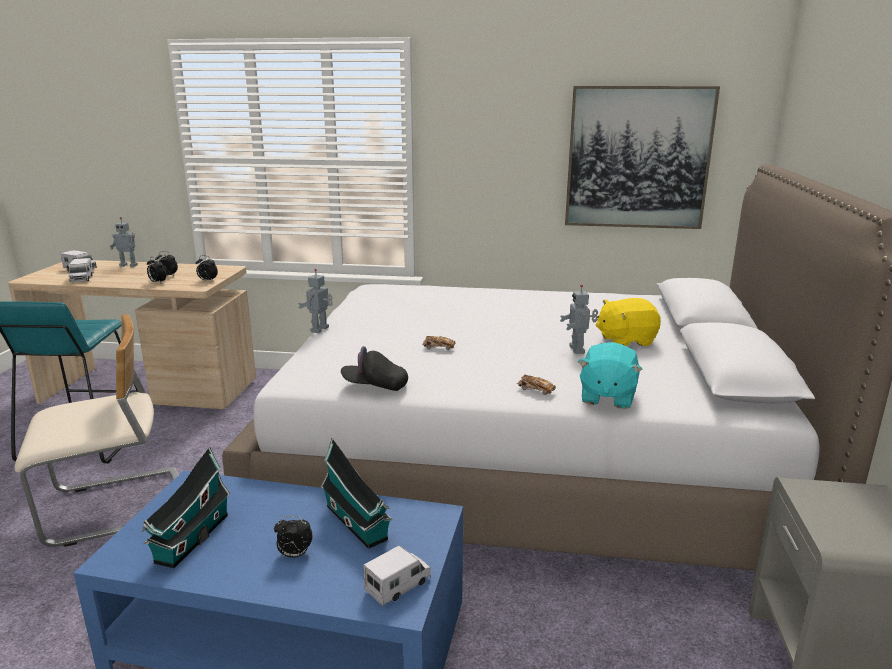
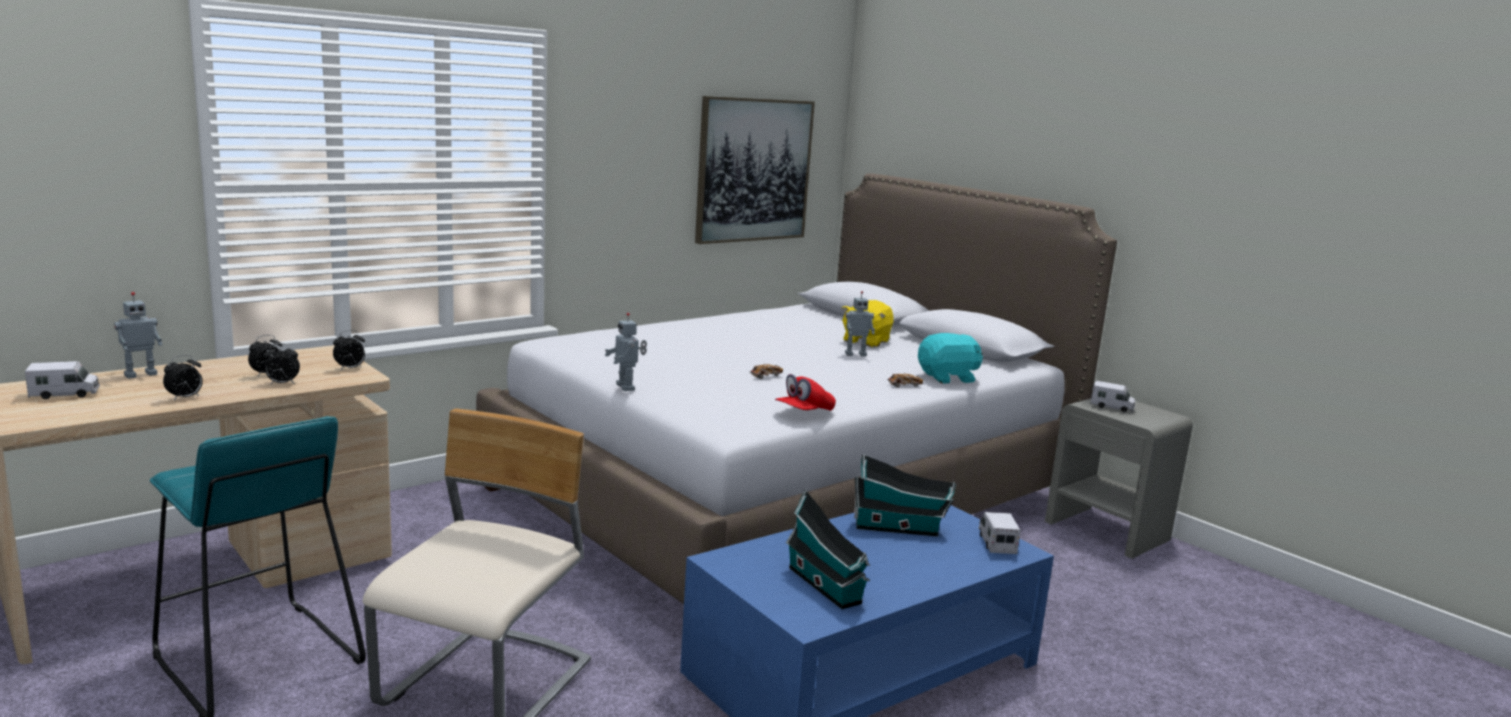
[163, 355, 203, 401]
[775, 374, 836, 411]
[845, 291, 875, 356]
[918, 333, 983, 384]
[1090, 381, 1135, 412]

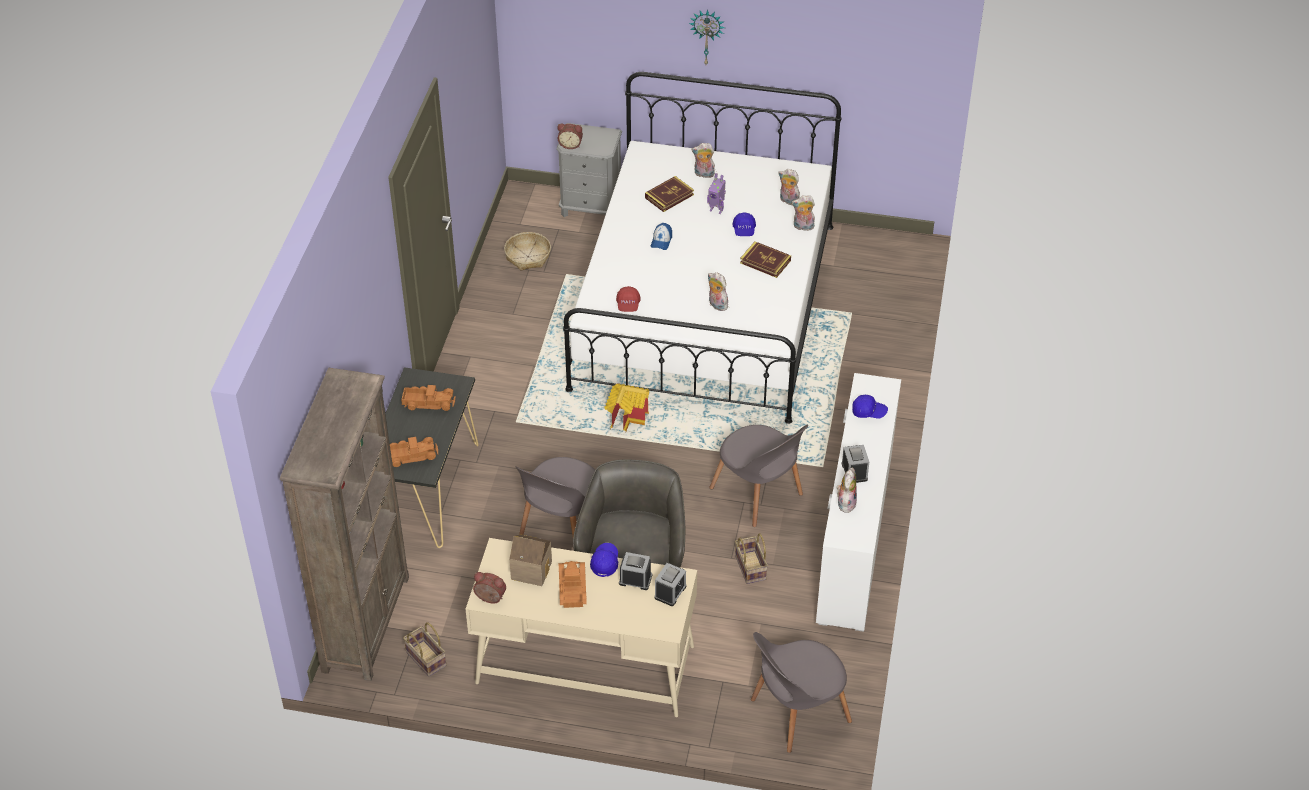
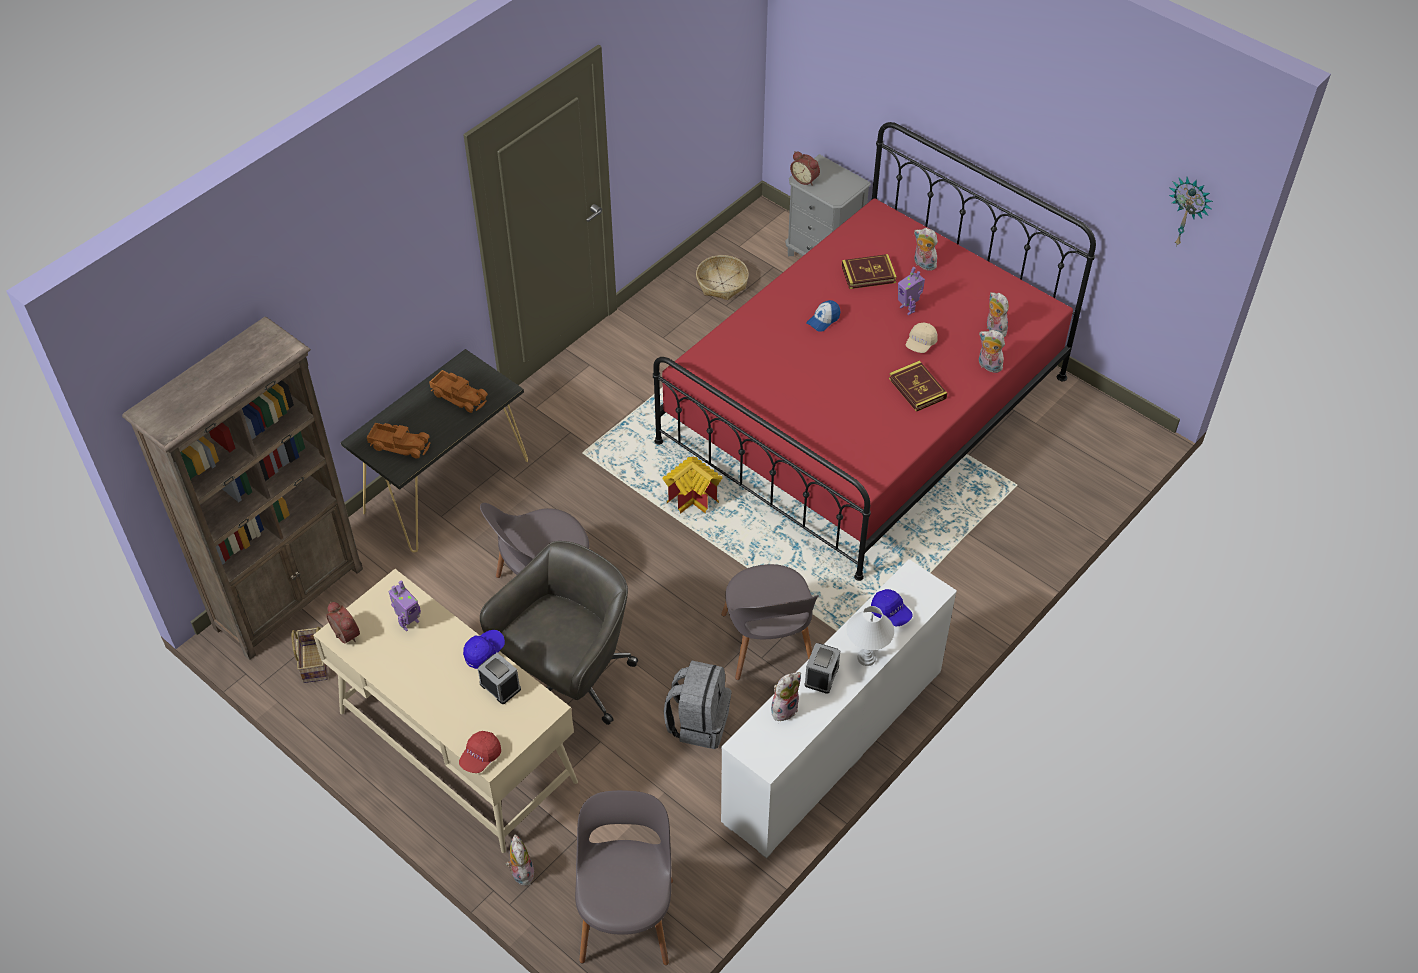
[388, 581, 421, 631]
[459, 731, 501, 773]
[506, 835, 535, 886]
[575, 790, 673, 965]
[653, 122, 1096, 581]
[664, 661, 731, 749]
[846, 606, 894, 666]
[906, 322, 938, 353]
[1169, 177, 1213, 247]
[559, 561, 587, 608] (first image)
[655, 563, 686, 606] (first image)

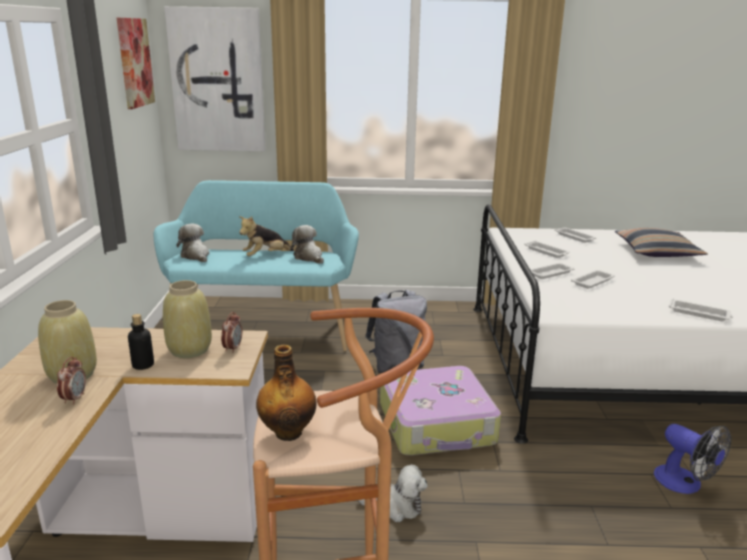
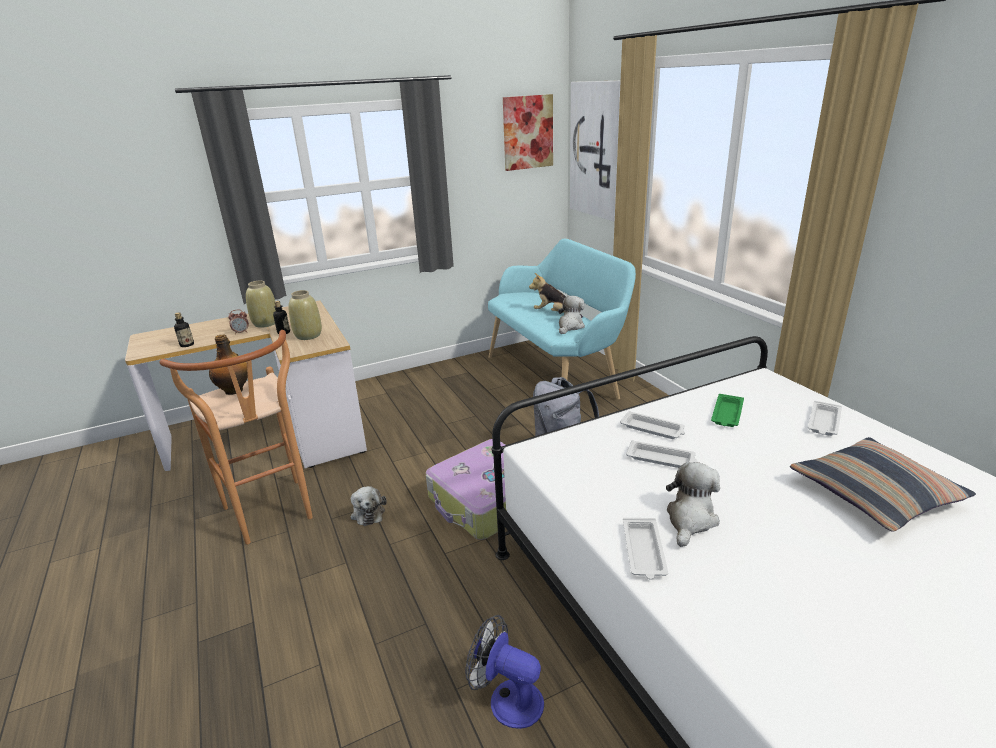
[174, 312, 194, 347]
[465, 615, 544, 729]
[666, 462, 720, 547]
[711, 394, 744, 427]
[221, 312, 242, 353] (first image)

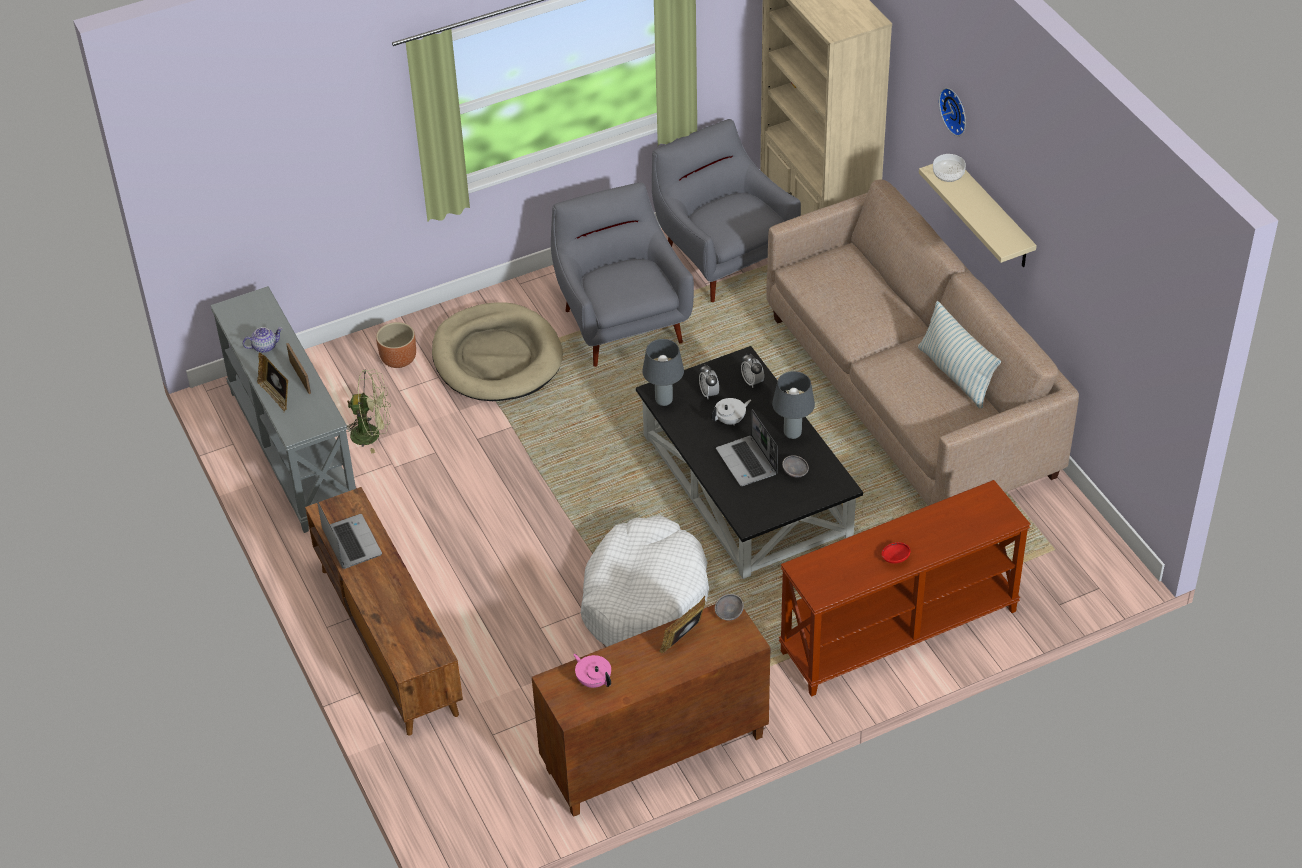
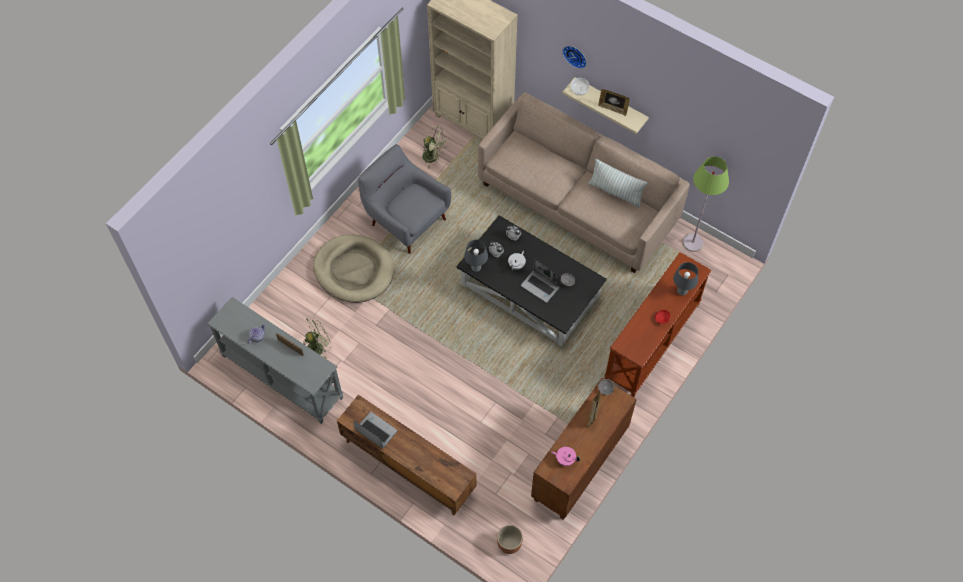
[421, 126, 448, 169]
[497, 525, 523, 554]
[598, 89, 630, 116]
[673, 262, 698, 295]
[683, 156, 729, 252]
[581, 515, 709, 647] (first image)

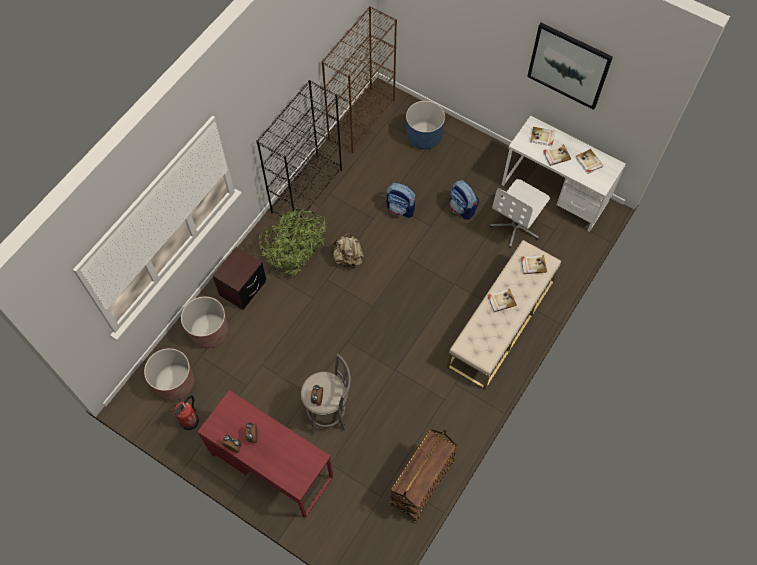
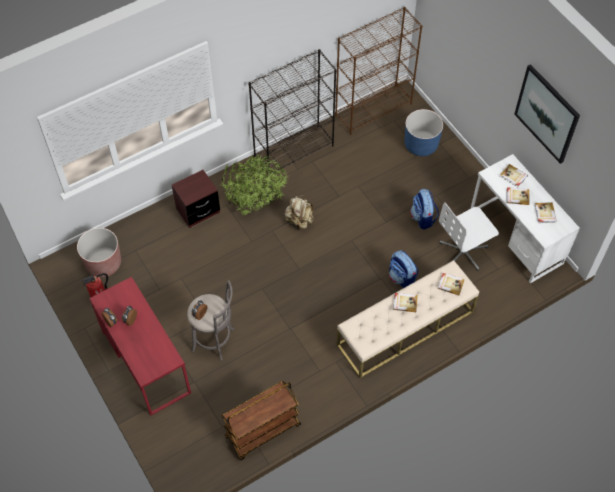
[389, 250, 419, 288]
[181, 296, 228, 348] (first image)

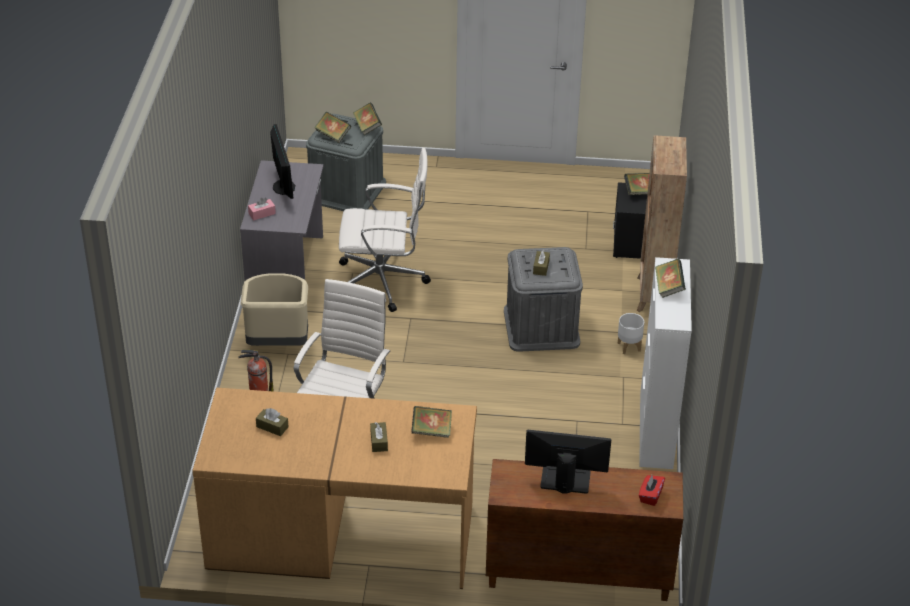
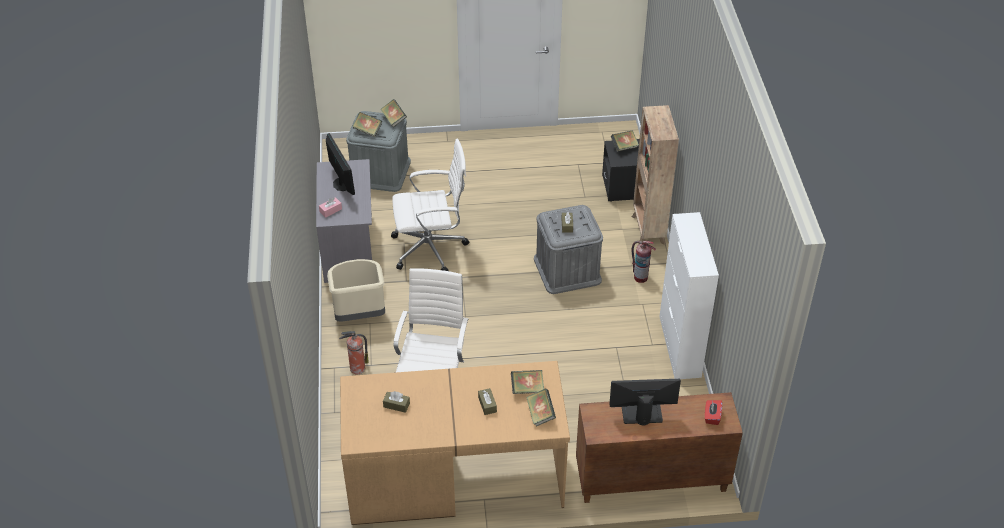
[526, 389, 556, 427]
[631, 240, 656, 283]

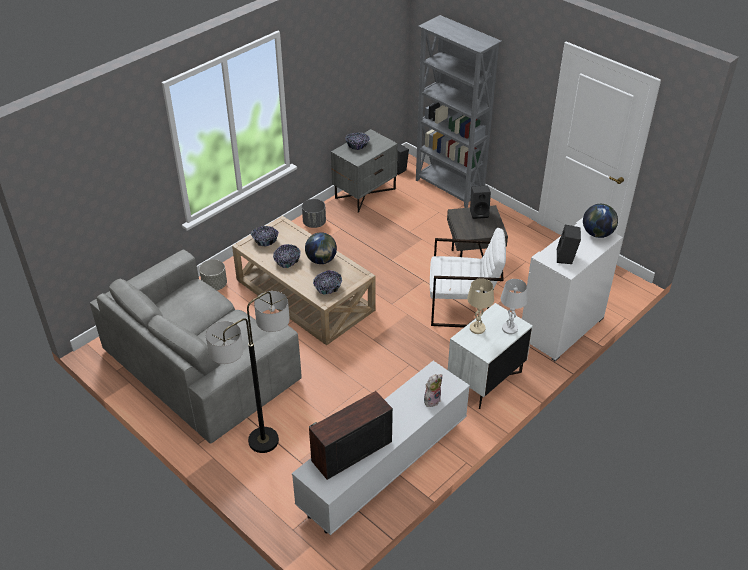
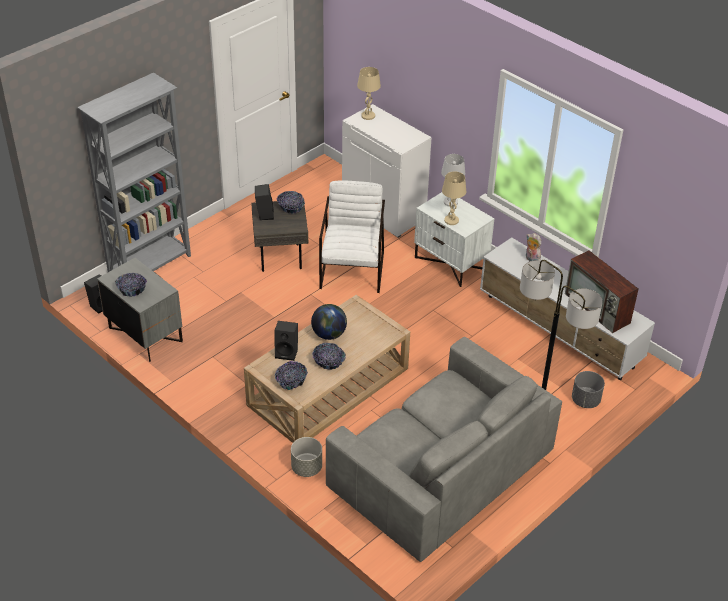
[274, 321, 298, 361]
[277, 191, 305, 214]
[357, 67, 381, 120]
[572, 371, 605, 408]

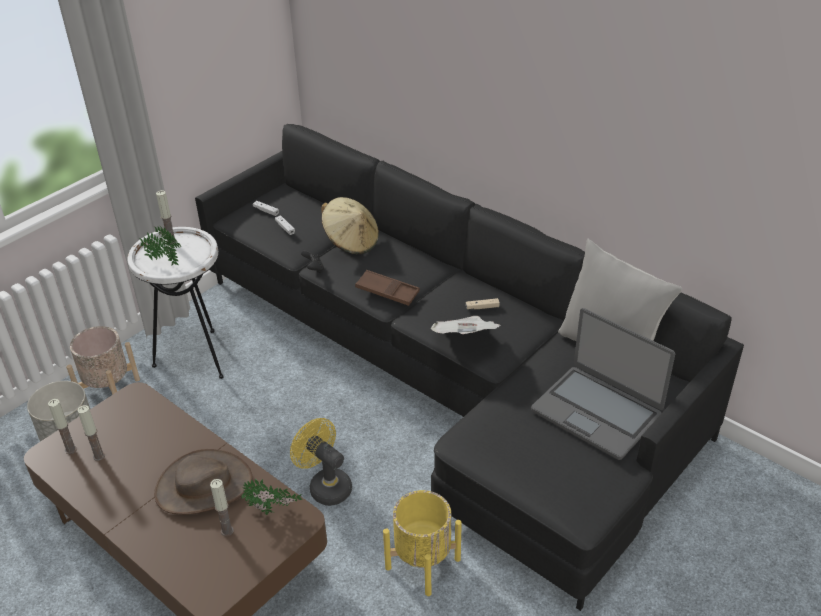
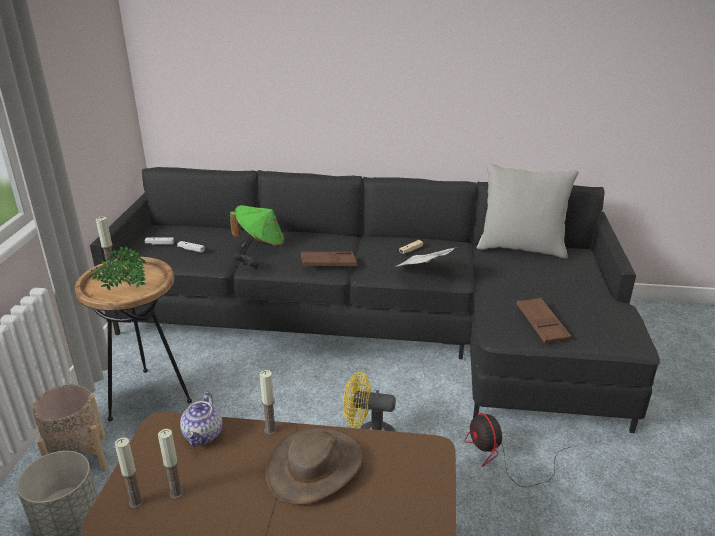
[75, 257, 192, 421]
[180, 392, 222, 447]
[230, 205, 284, 247]
[260, 370, 277, 435]
[464, 413, 570, 487]
[517, 298, 571, 343]
[241, 478, 302, 515] (first image)
[531, 308, 675, 460] (first image)

